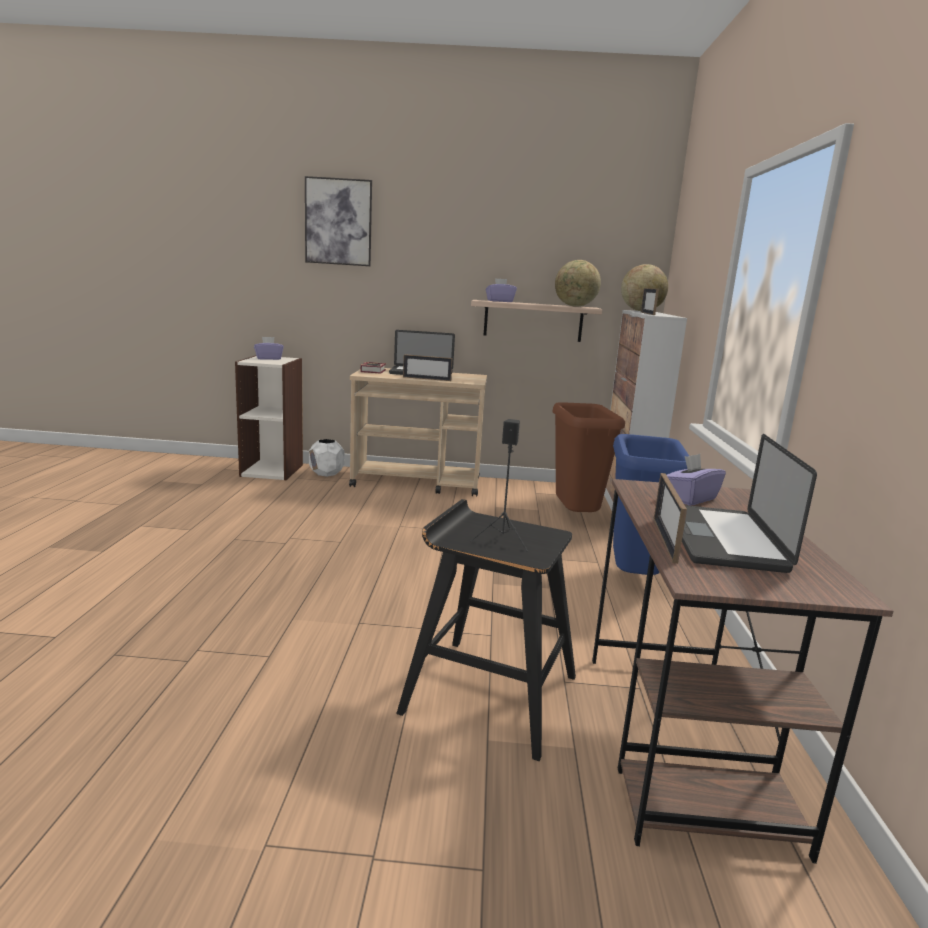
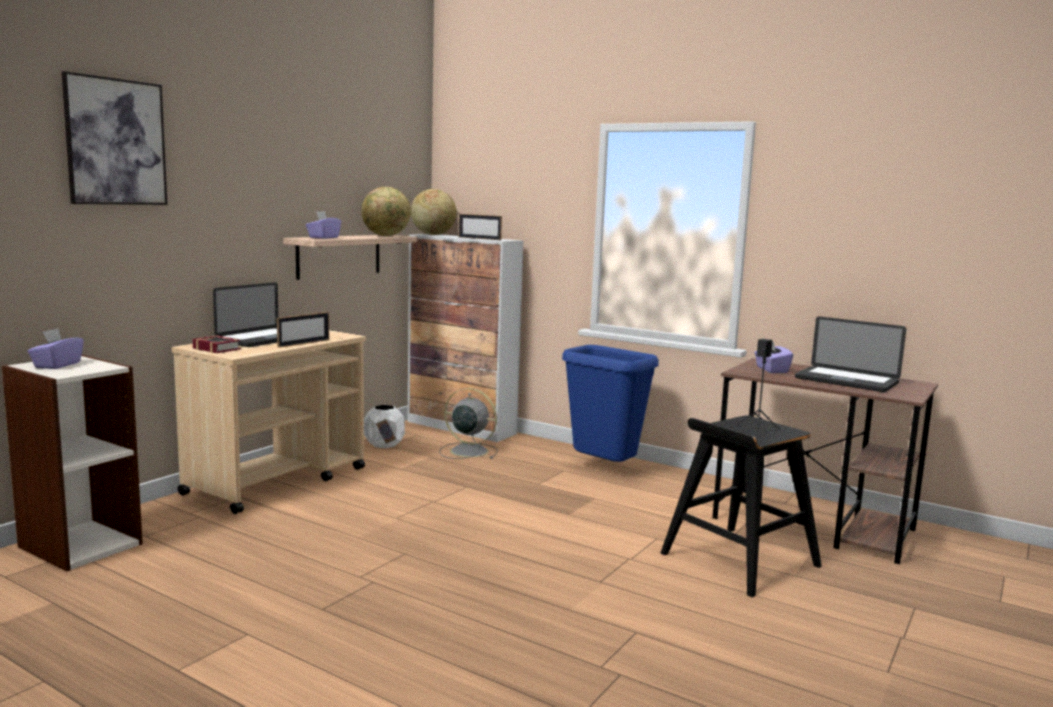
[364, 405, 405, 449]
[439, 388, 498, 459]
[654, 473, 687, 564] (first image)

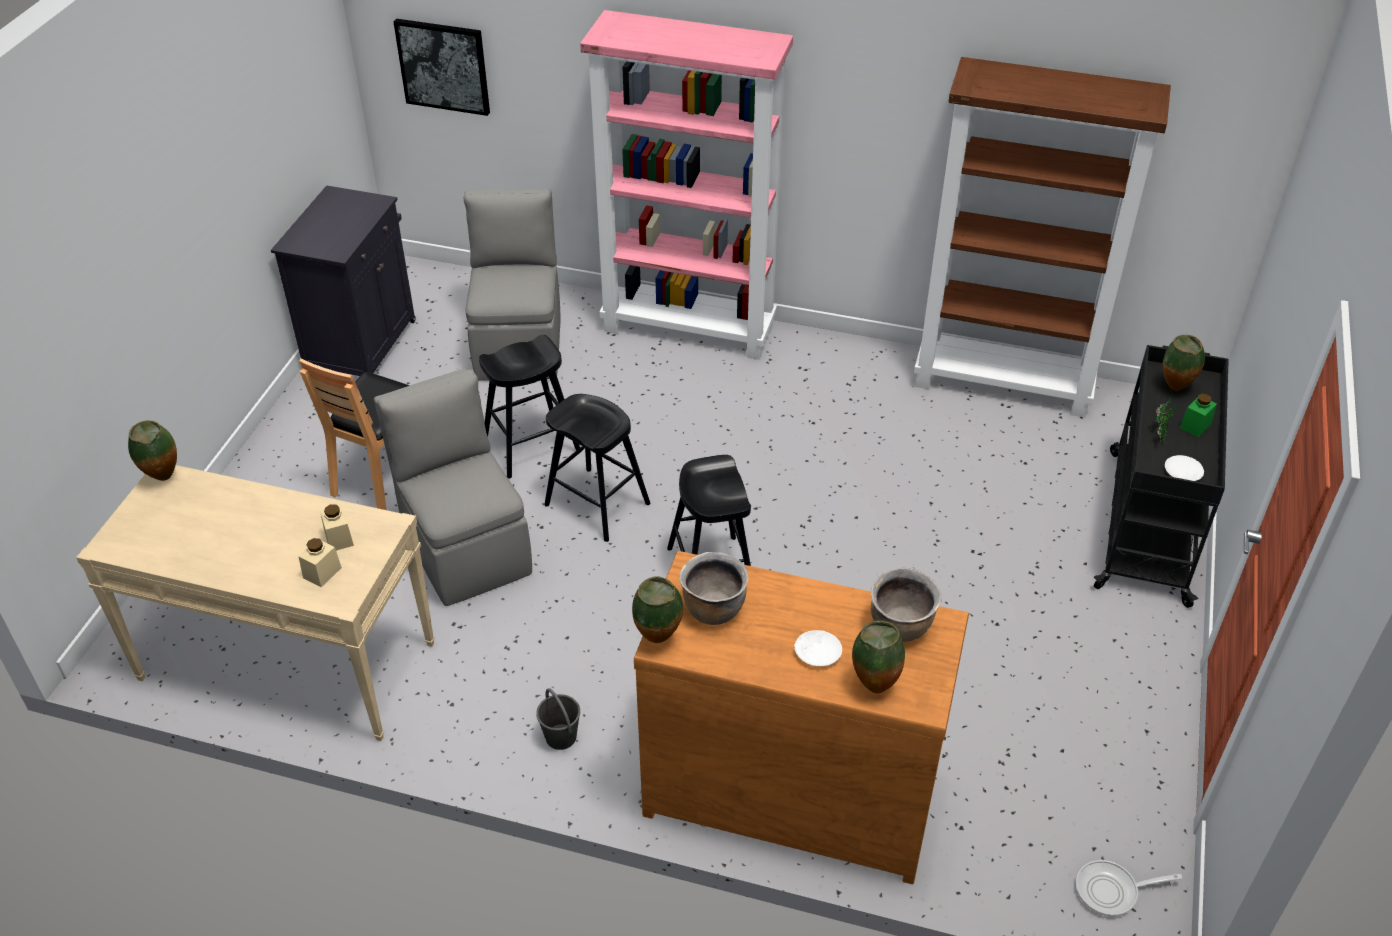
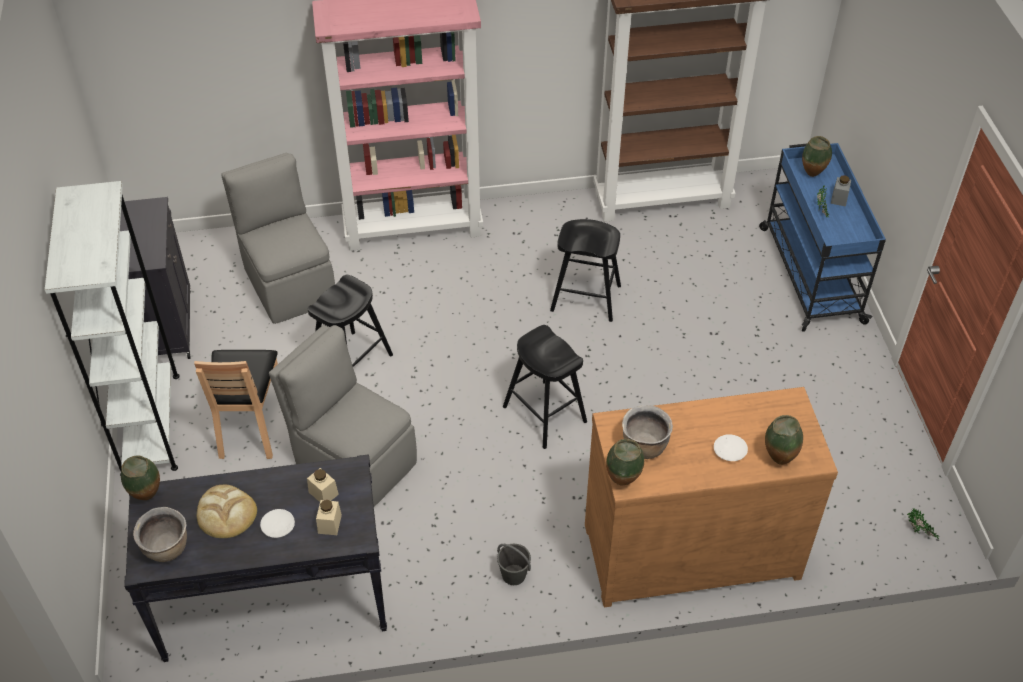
[45, 181, 180, 476]
[124, 454, 387, 662]
[133, 507, 187, 562]
[197, 485, 257, 538]
[260, 509, 295, 538]
[550, 219, 621, 322]
[759, 143, 886, 332]
[831, 176, 851, 207]
[907, 508, 939, 539]
[394, 19, 490, 116] (first image)

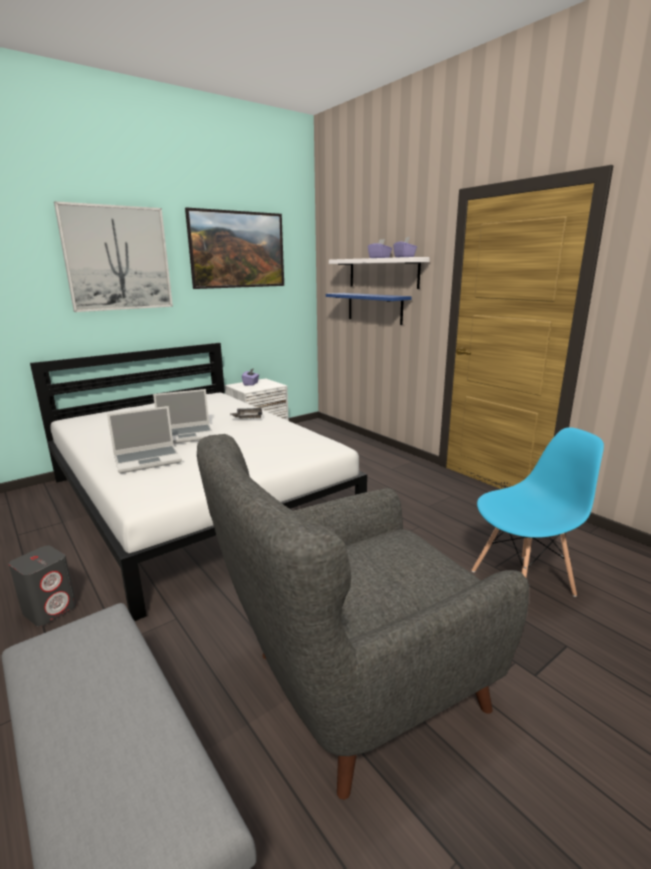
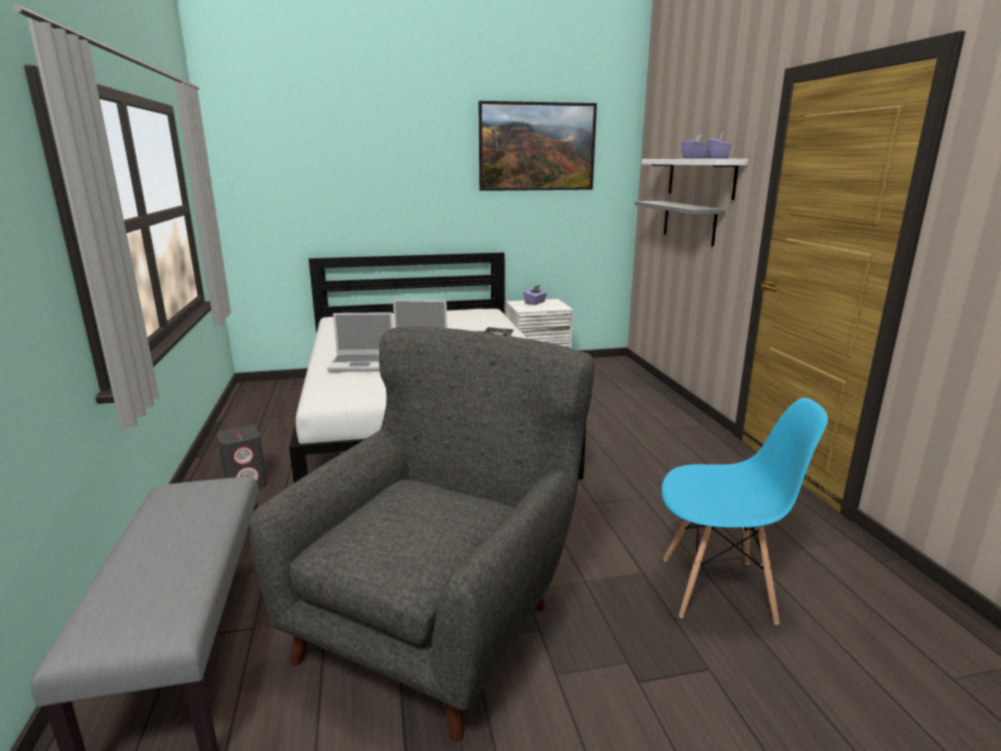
[249, 326, 594, 742]
[635, 201, 726, 246]
[54, 201, 173, 312] (first image)

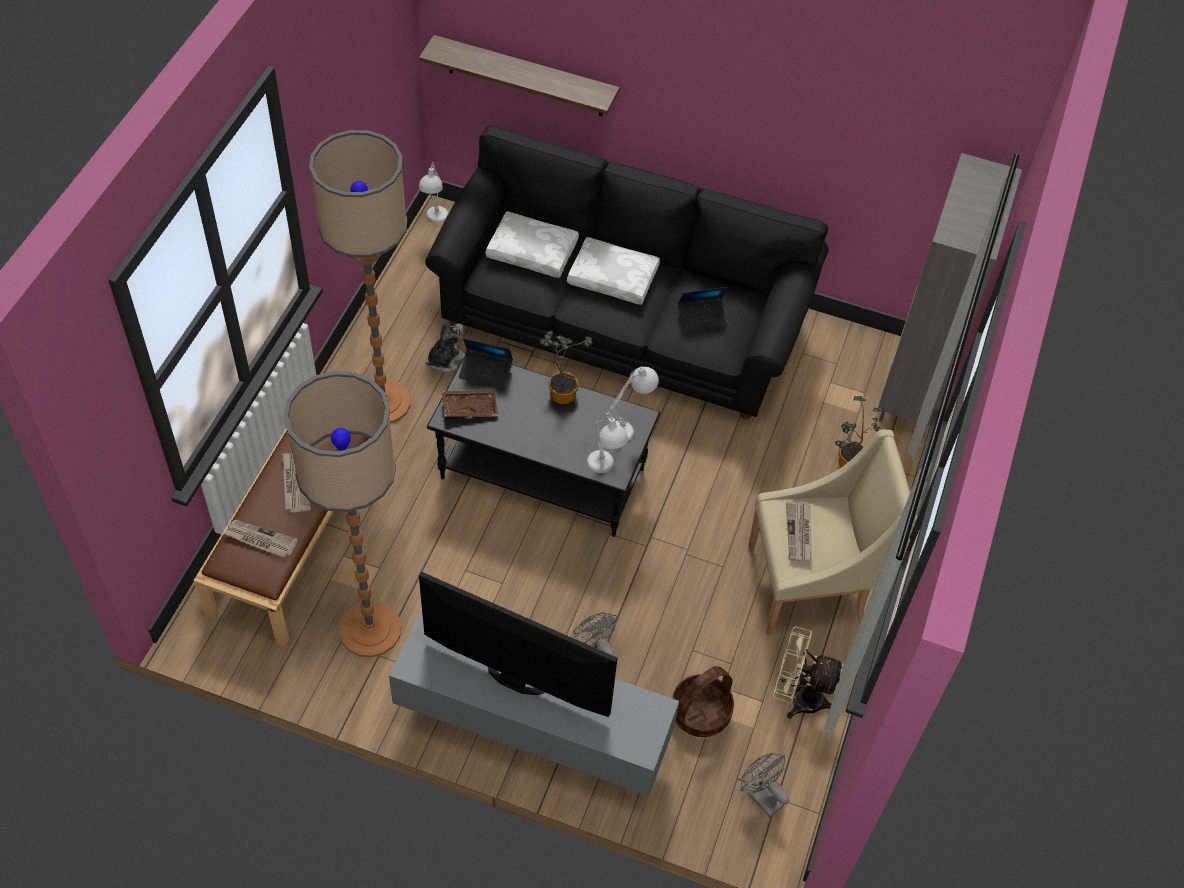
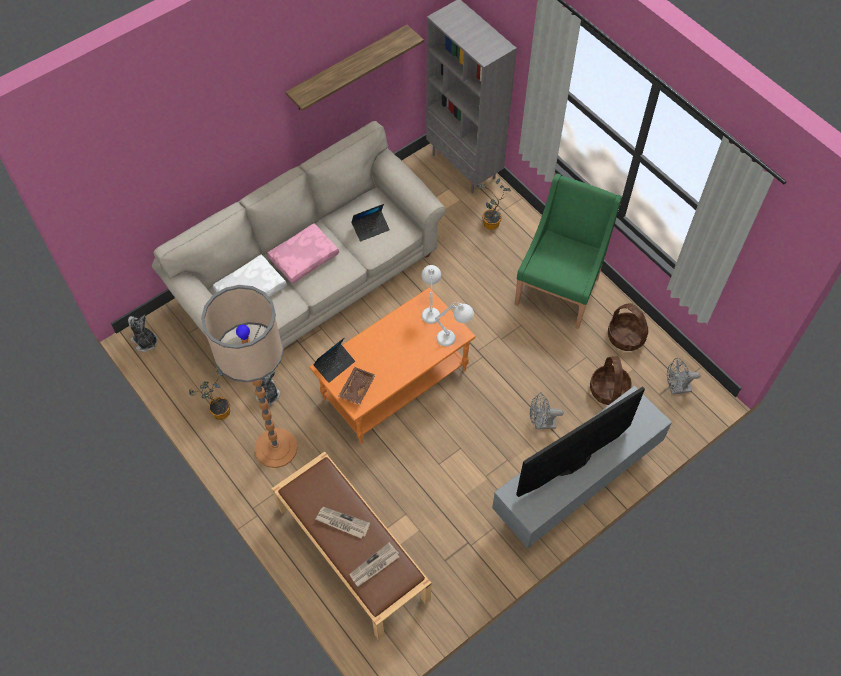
[128, 315, 158, 352]
[152, 121, 446, 348]
[189, 369, 230, 420]
[267, 223, 339, 284]
[286, 25, 424, 111]
[309, 288, 476, 444]
[352, 204, 390, 242]
[515, 173, 622, 329]
[608, 303, 649, 351]
[283, 371, 401, 657] (first image)
[786, 501, 812, 561] (first image)

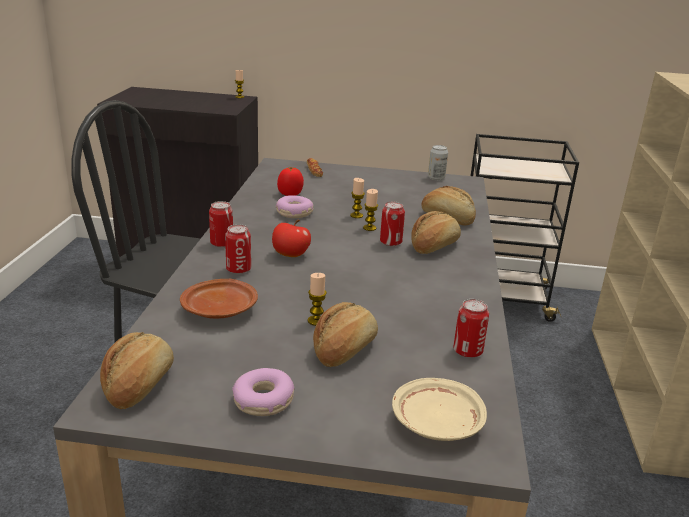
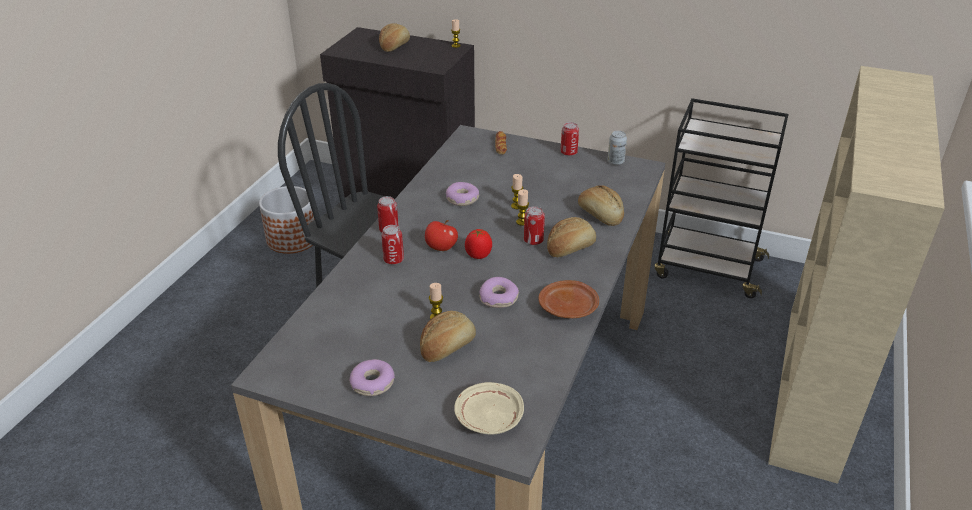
[259, 186, 315, 254]
[379, 23, 410, 52]
[465, 229, 492, 259]
[479, 277, 519, 308]
[538, 280, 599, 318]
[561, 122, 579, 156]

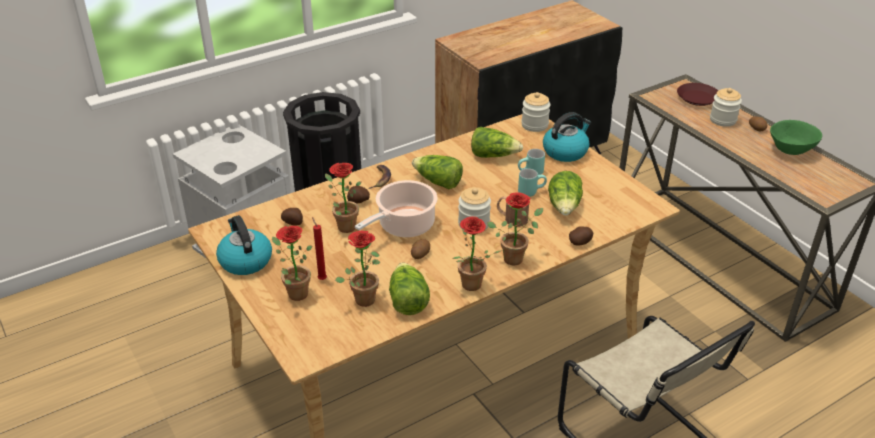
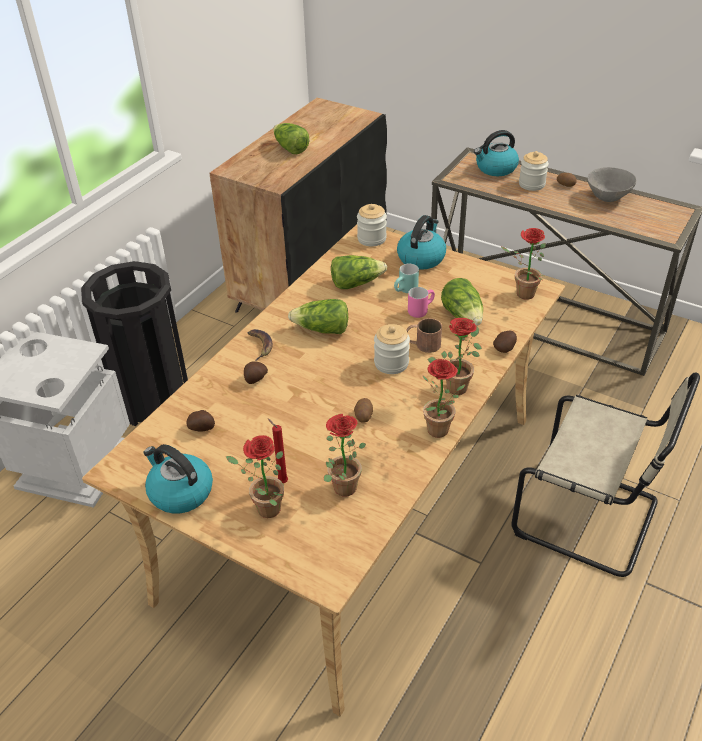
[273, 123, 309, 154]
[408, 287, 435, 318]
[474, 130, 519, 176]
[501, 228, 546, 300]
[588, 167, 637, 202]
[355, 180, 438, 237] (first image)

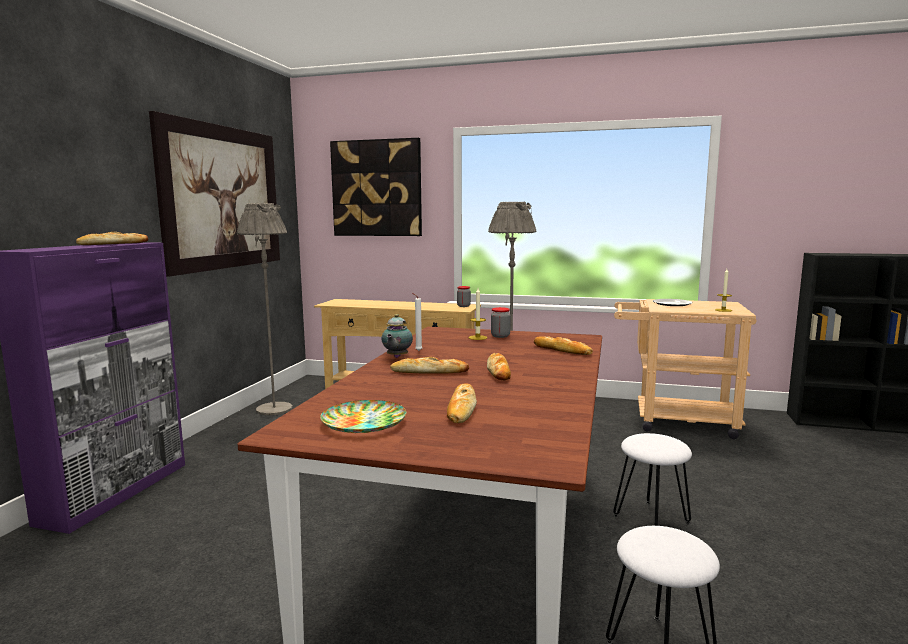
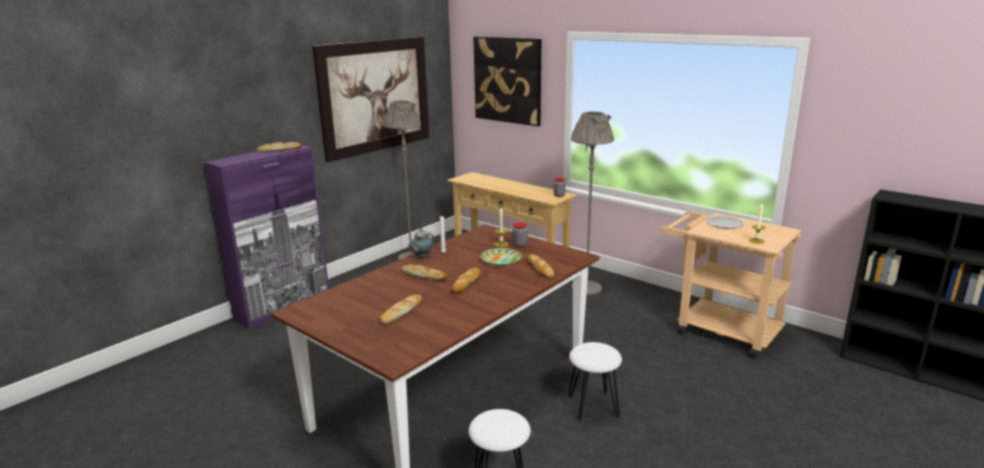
[480, 248, 522, 266]

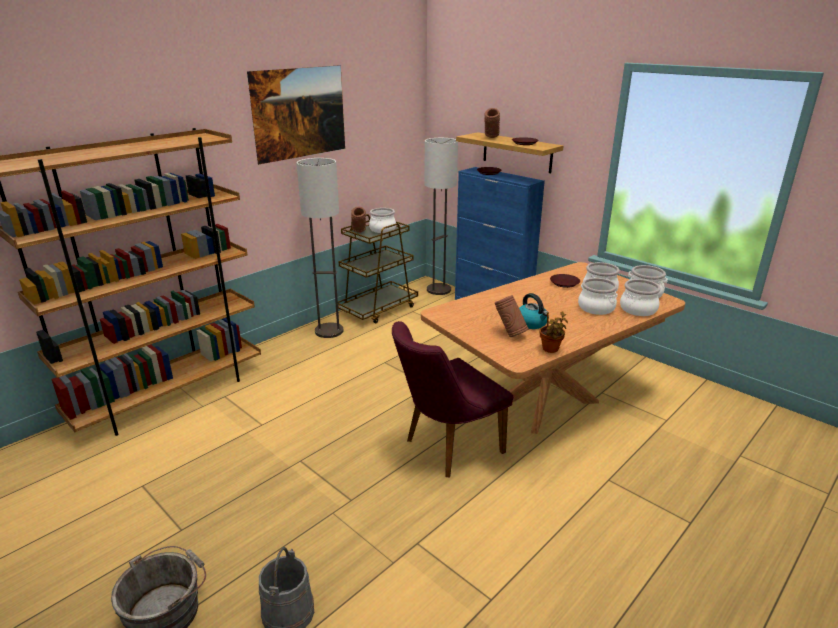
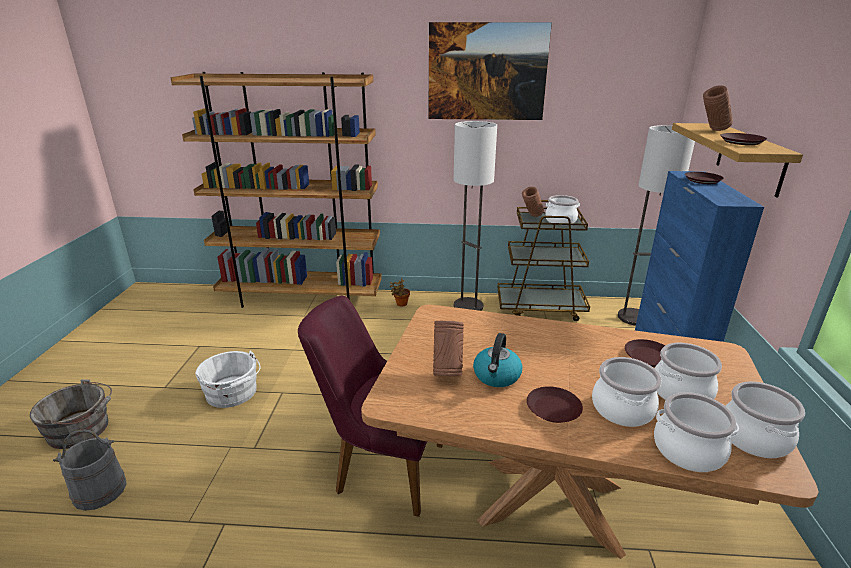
[196, 350, 260, 408]
[390, 278, 410, 307]
[527, 386, 583, 423]

